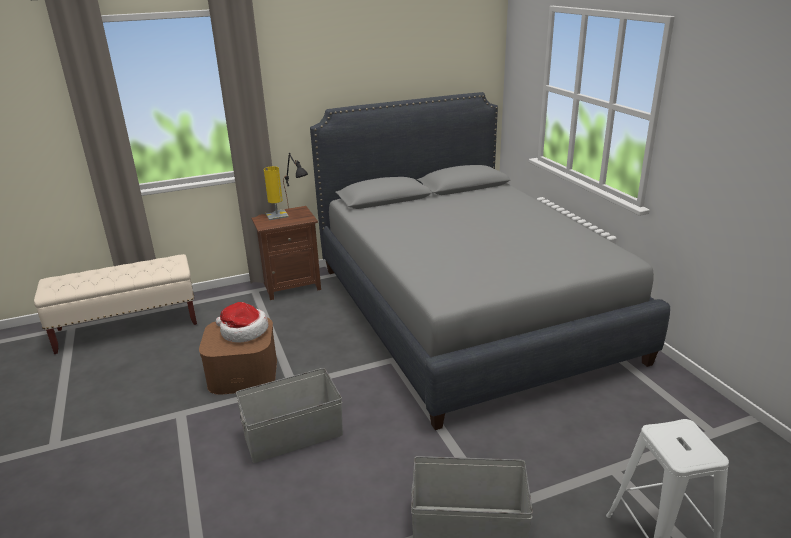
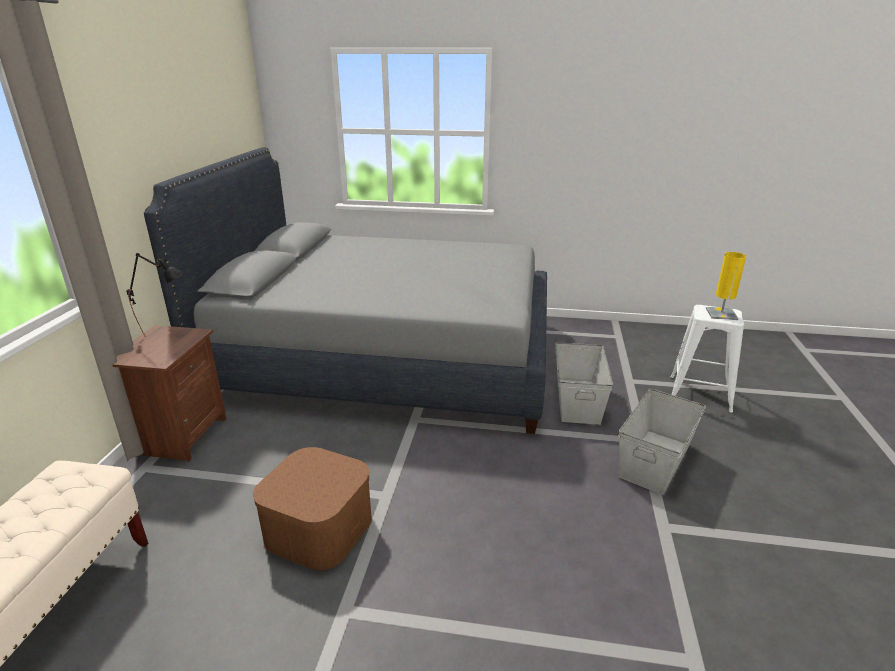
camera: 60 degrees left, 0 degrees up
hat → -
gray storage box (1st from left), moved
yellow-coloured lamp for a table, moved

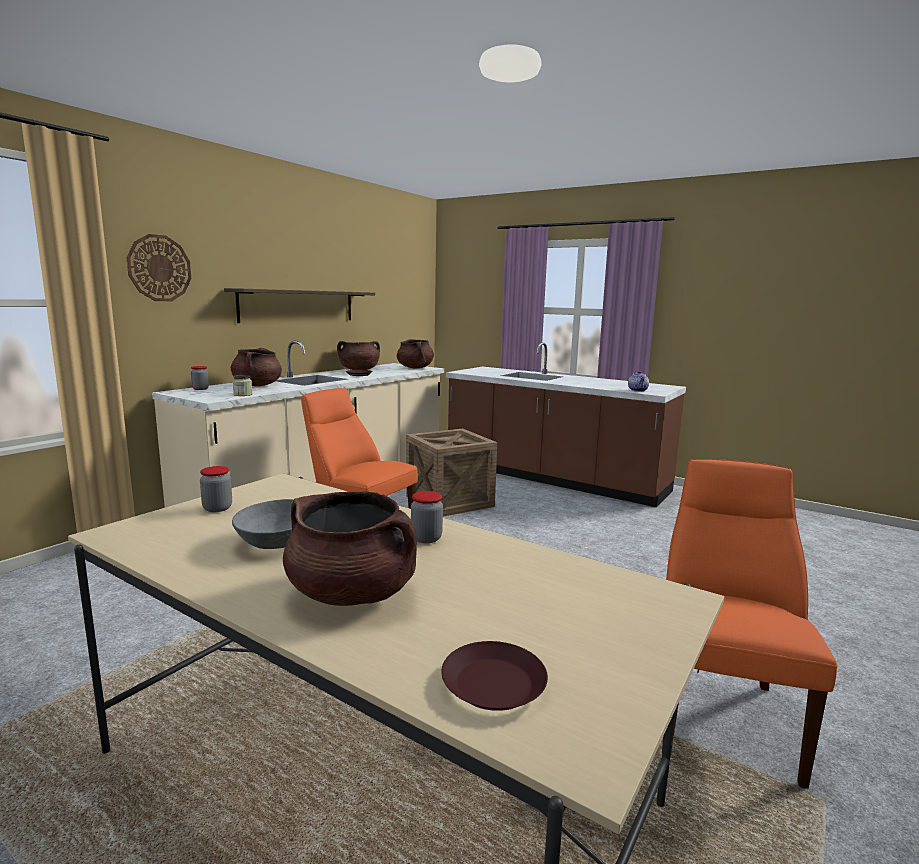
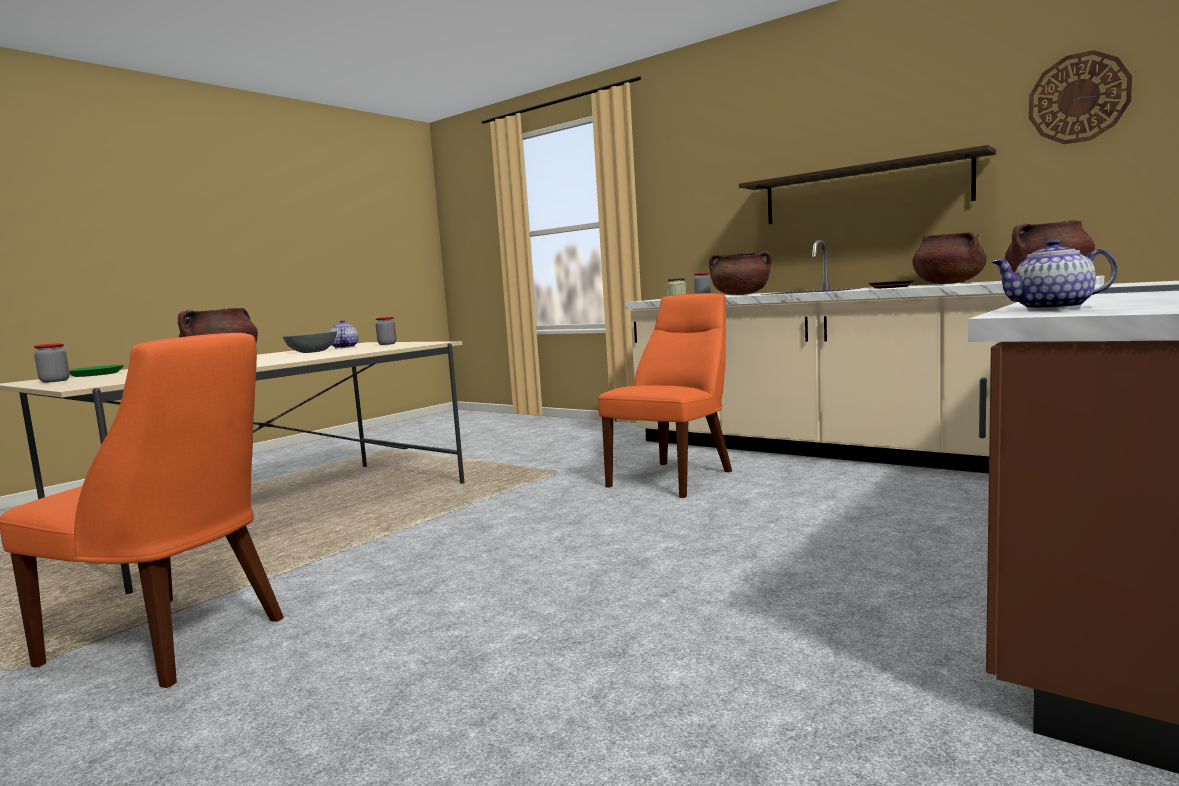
camera: 95 degrees right, 5 degrees down
crate → -
- → teapot (1st from left)
clock on the wall, moved
preserve jar (4th from left in the first image) → preserve jar (1st from left), moved
brownish flat dish (2nd from left) → greenish flat dish

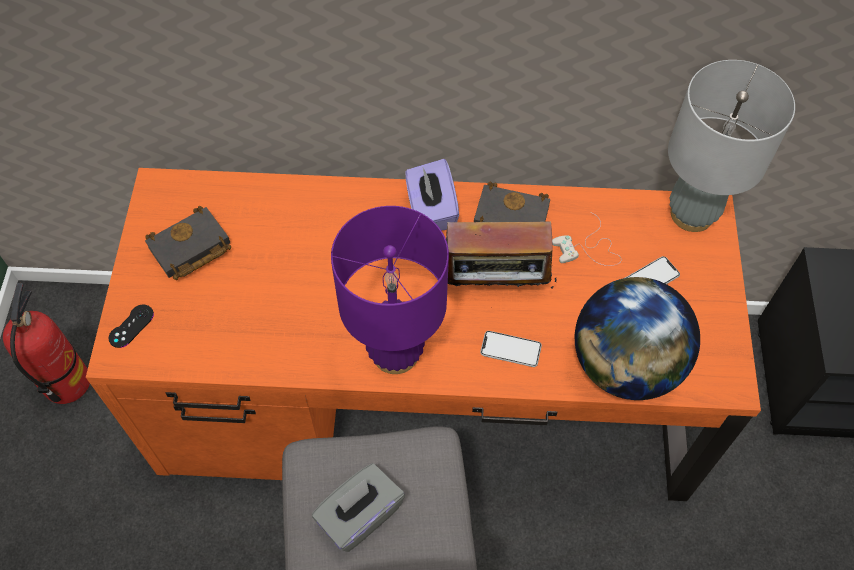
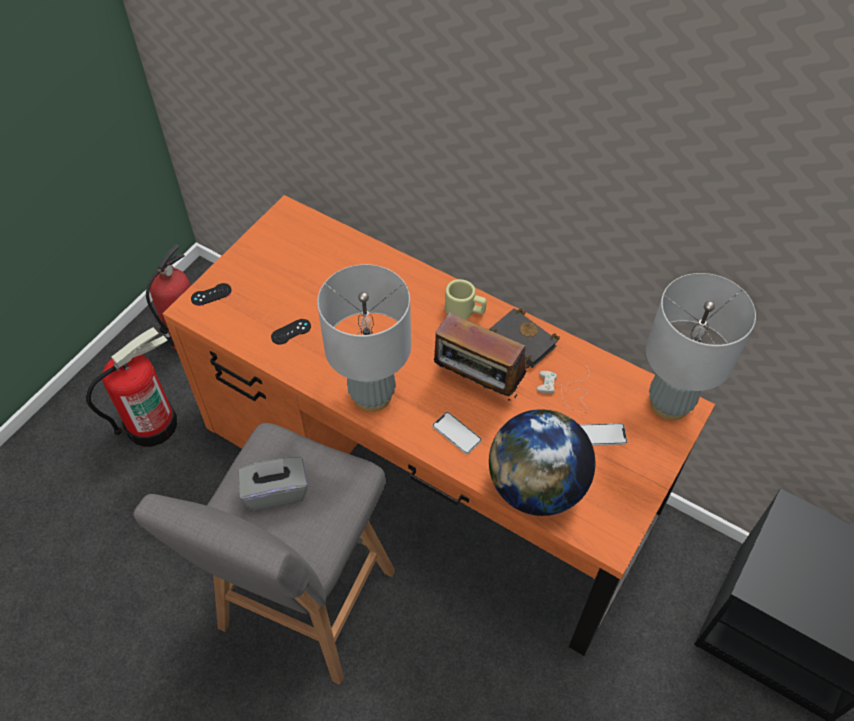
camera: 30 degrees right, 5 degrees down
black bound book (1st from left) → -
- → fire extinguisher (1st from left)
- → black joypad (2nd from left)
purple-coloured box of tissues → beige-coloured tea mug
purple-coloured lamp for a table → gray lamp for a table (1st from left)

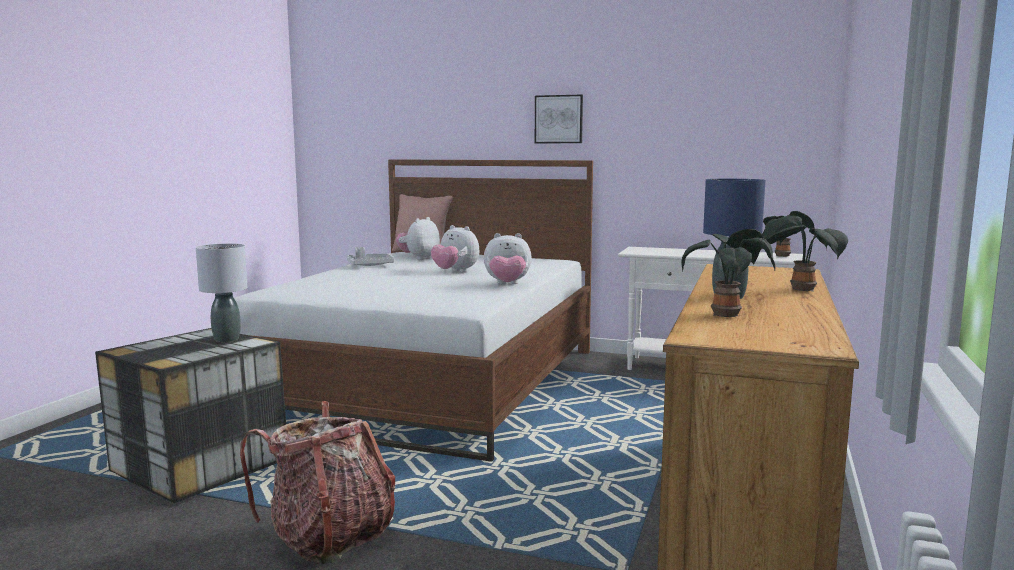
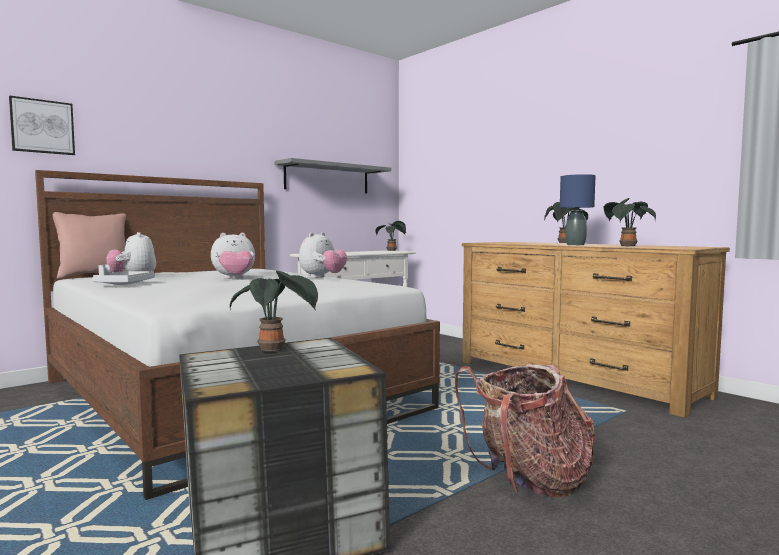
camera: 60 degrees left, 5 degrees down
- → gray shelf
wall picture, moved
gray lamp for a table → houseplant (1st from left)

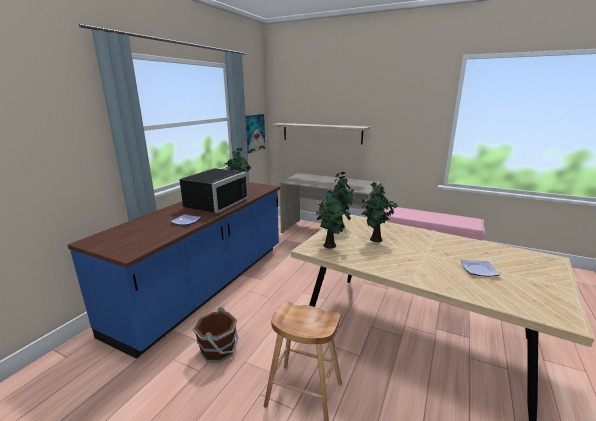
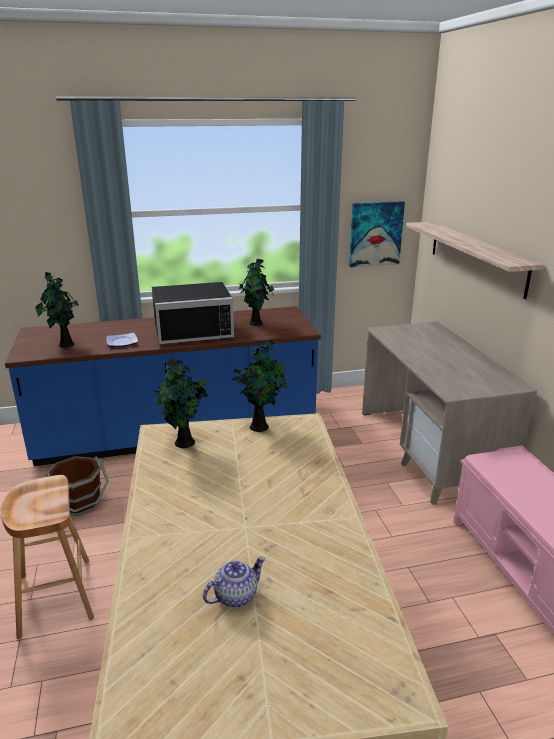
camera: 50 degrees right, 5 degrees up
houseplant (4th from left in the first image) → houseplant (1st from left), moved
flat dish (2nd from left) → teapot

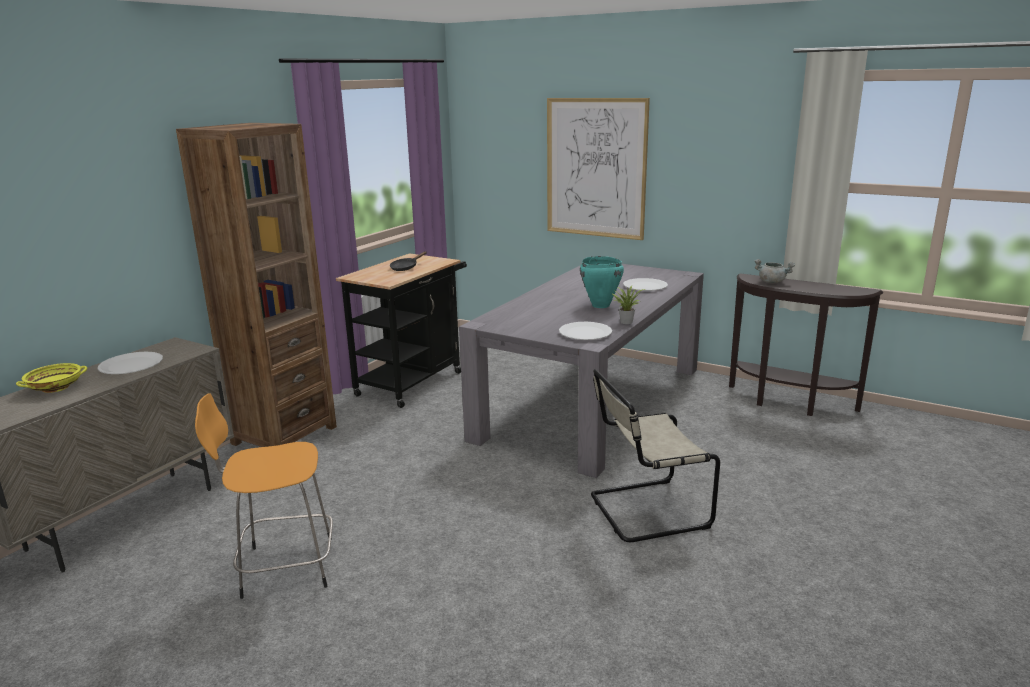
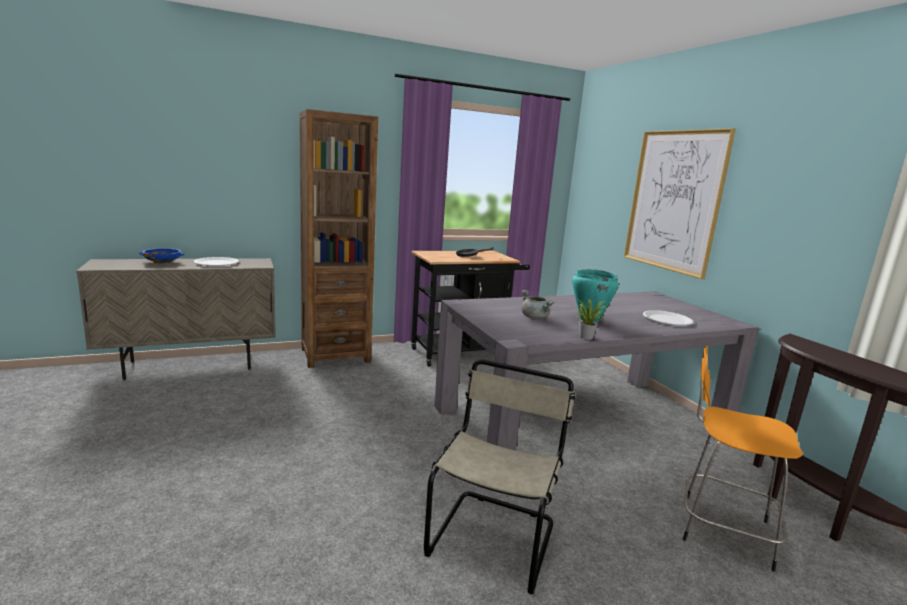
camera: 35 degrees right, 5 degrees down
white-coloured flat dish (2nd from left) → -
orange sitting stool, moved
gray stockpot, moved
yellow-coloured bowl → blue-coloured bowl
beige-coloured upright chair, 90 degrees clockwise

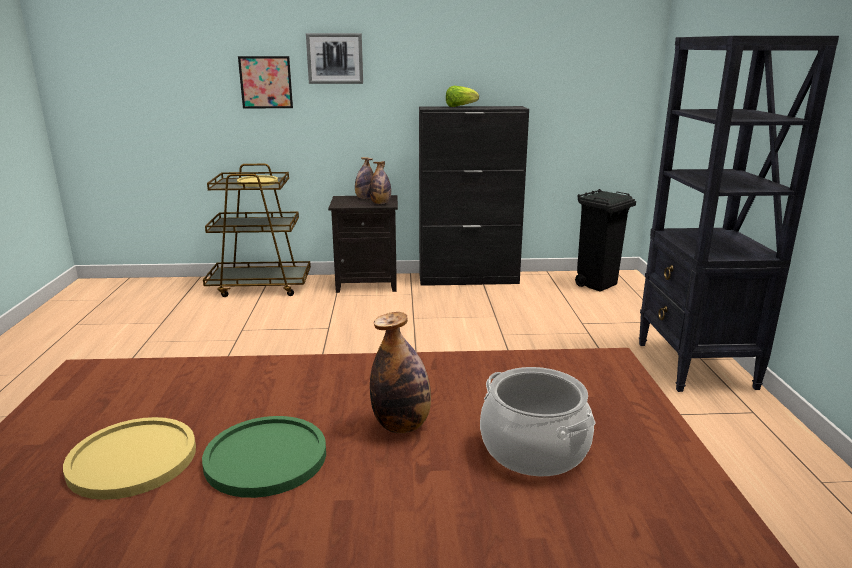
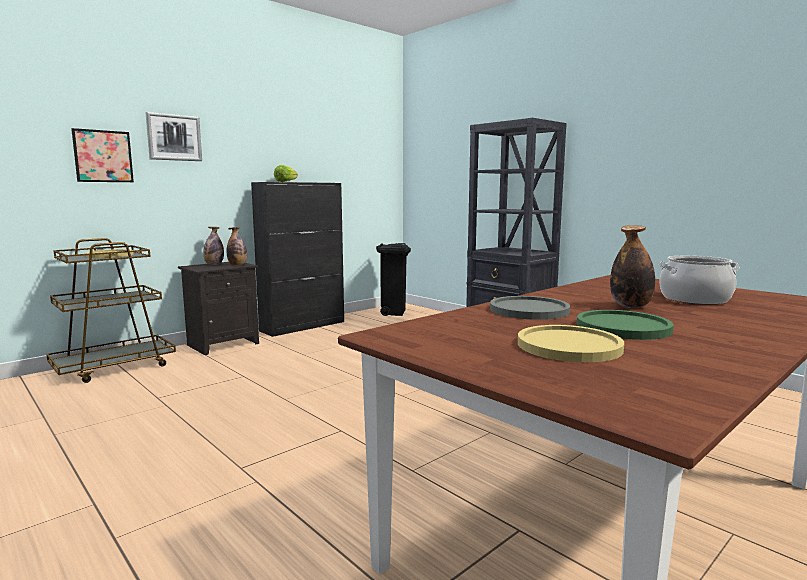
camera: 40 degrees left, 10 degrees down
- → gray flat dish

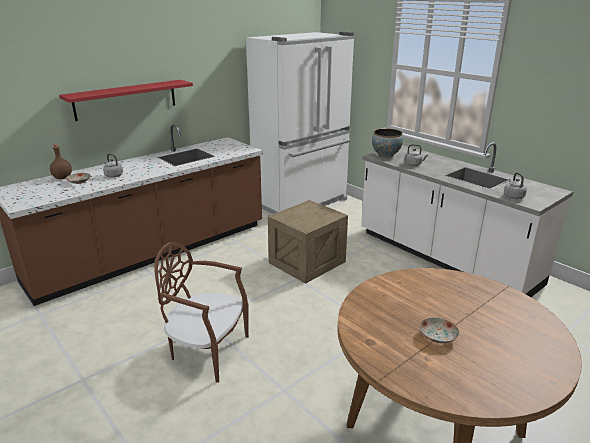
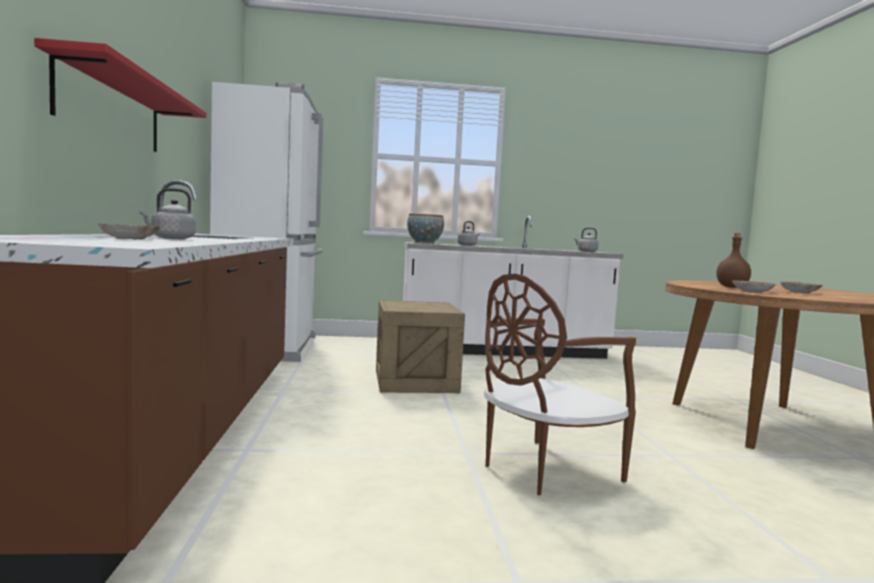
camera: 55 degrees left, 20 degrees down
- → flat dish (2nd from left)
brownish drink bottle, moved

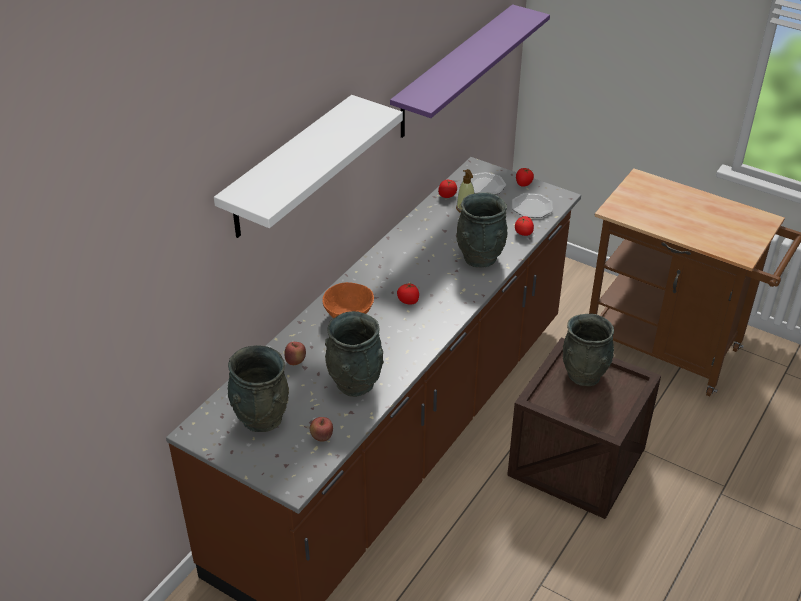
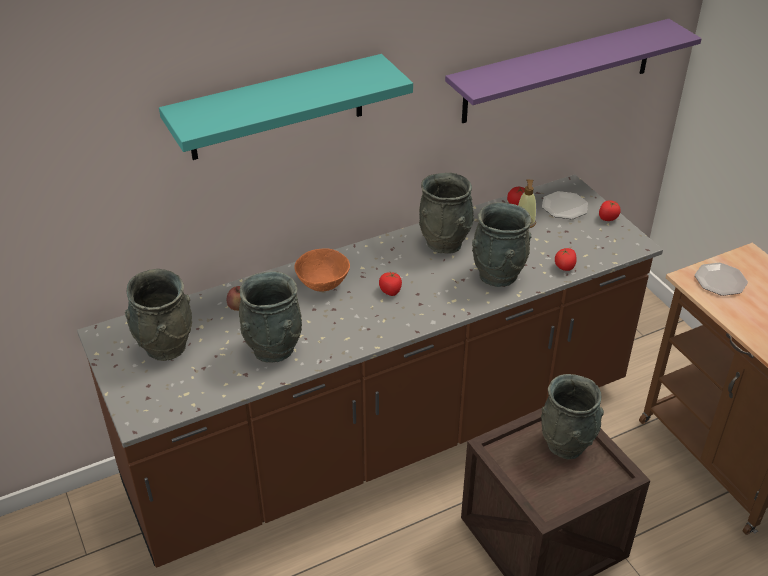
camera: 30 degrees right, 0 degrees up
whole apple (2nd from left) → -
- → gray vase (3rd from left)
flat dish (2nd from left), moved
white-coloured shelf → turquoise-coloured shelf

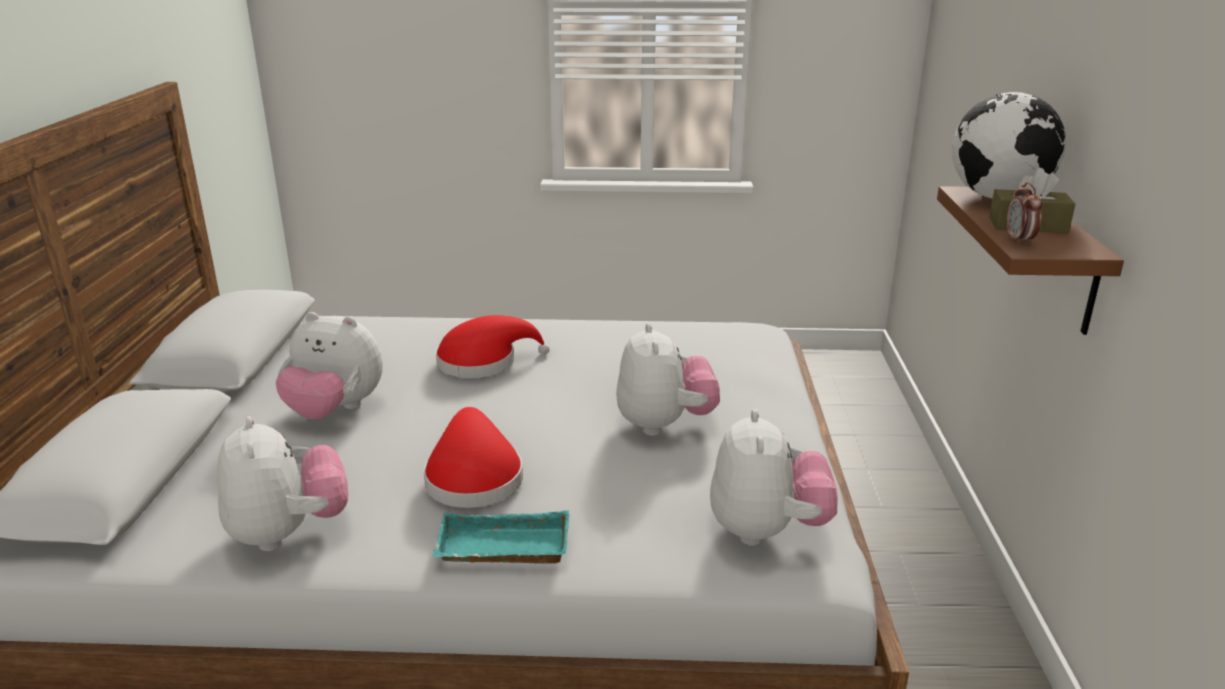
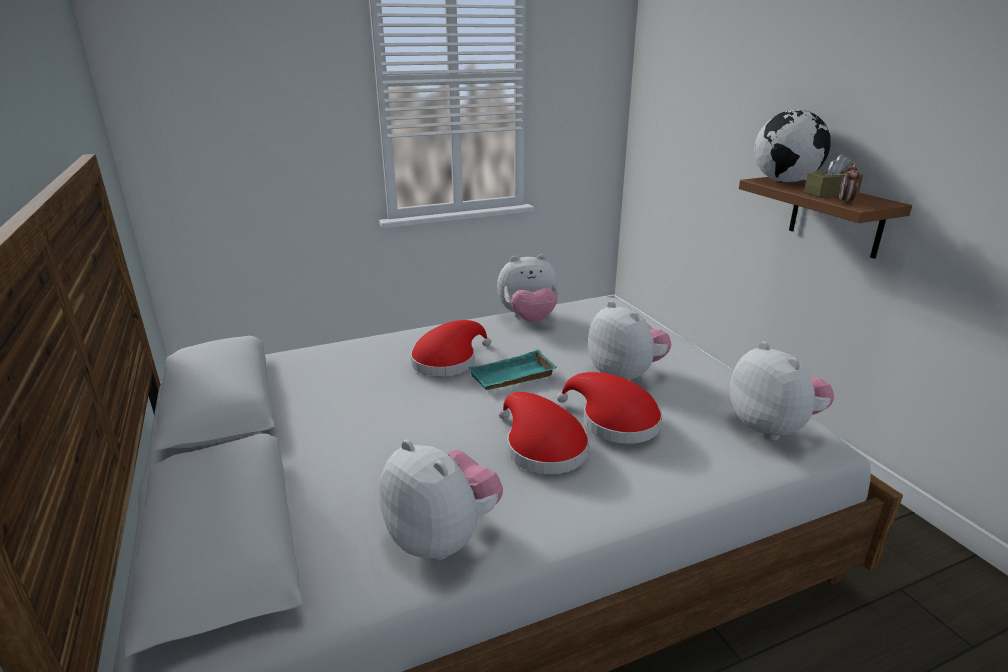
camera: 25 degrees left, 0 degrees up
- → red hat (3rd from left)
cuddly toy (2nd from left), moved
turquoise-coloured serving tray, moved
table clock, 45 degrees clockwise

